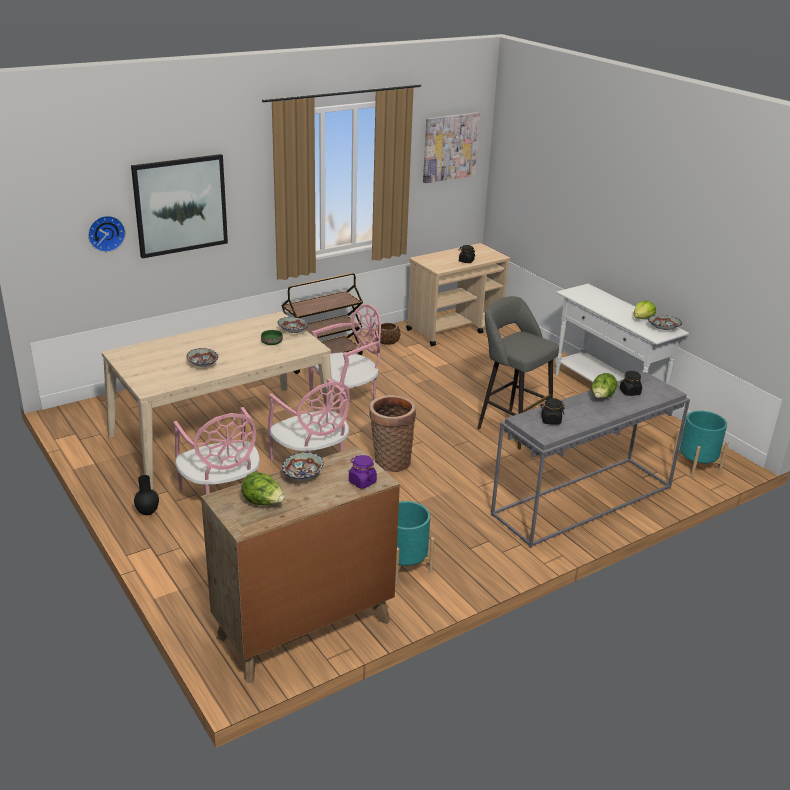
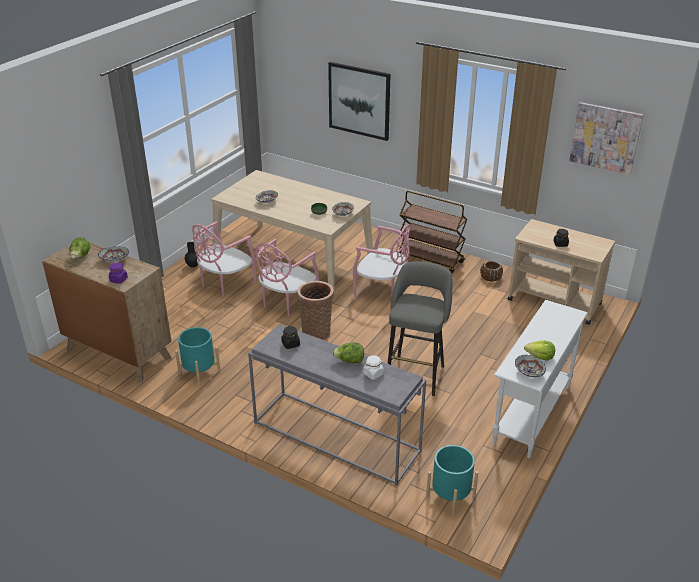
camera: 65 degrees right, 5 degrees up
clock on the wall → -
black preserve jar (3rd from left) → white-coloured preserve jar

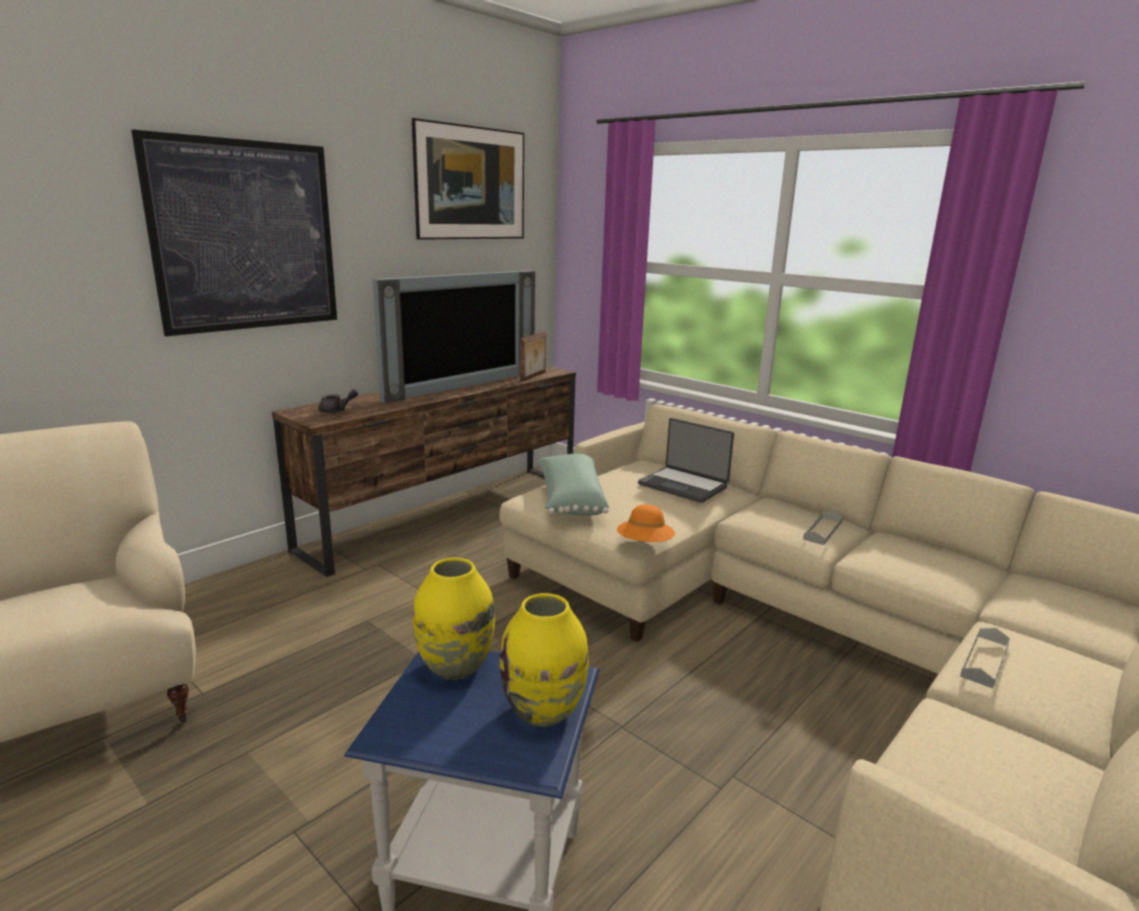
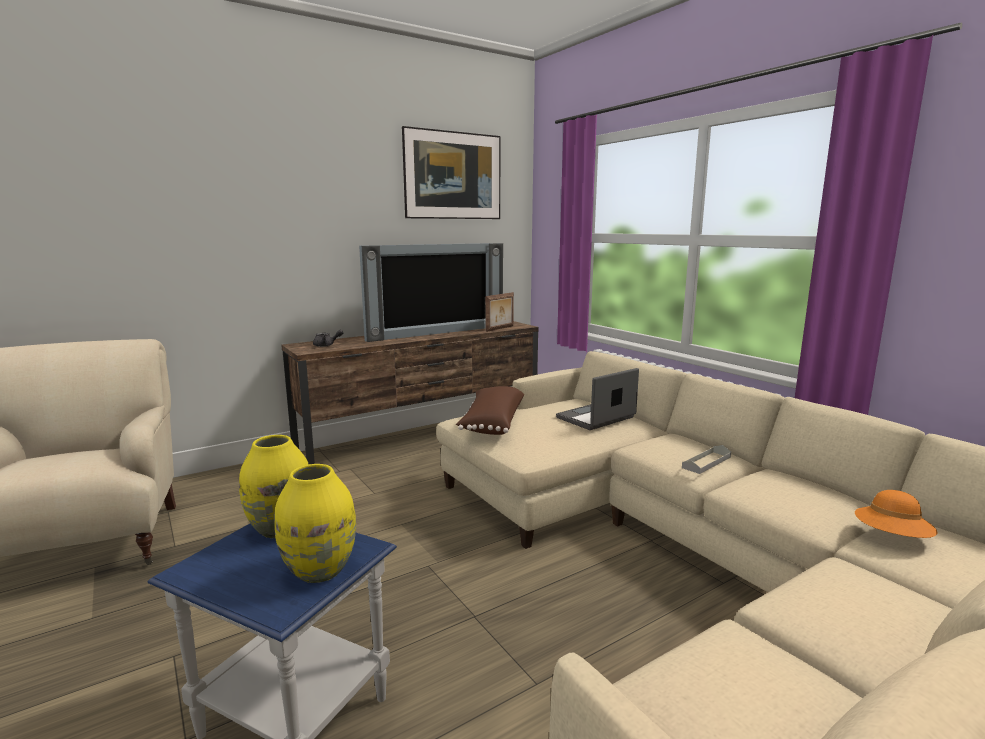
camera: 15 degrees right, 5 degrees down
wall picture (1st from left) → -
gray serving tray (2nd from left) → -
orange hat, moved
greenish cushion → brownish cushion
laptop, 90 degrees clockwise

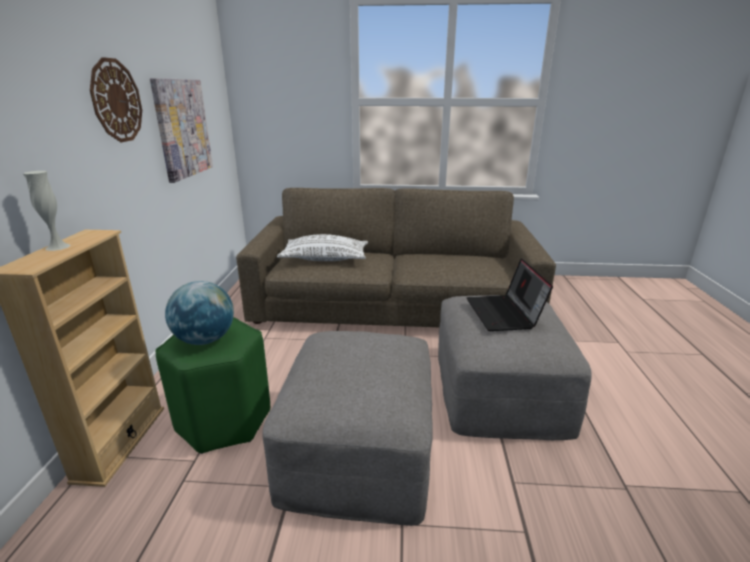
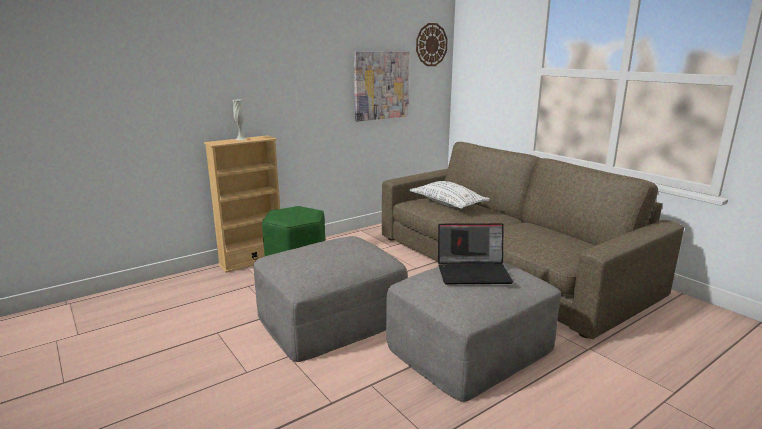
camera: 50 degrees right, 5 degrees down
world globe → -
clock on the wall, moved
laptop, 135 degrees counterclockwise

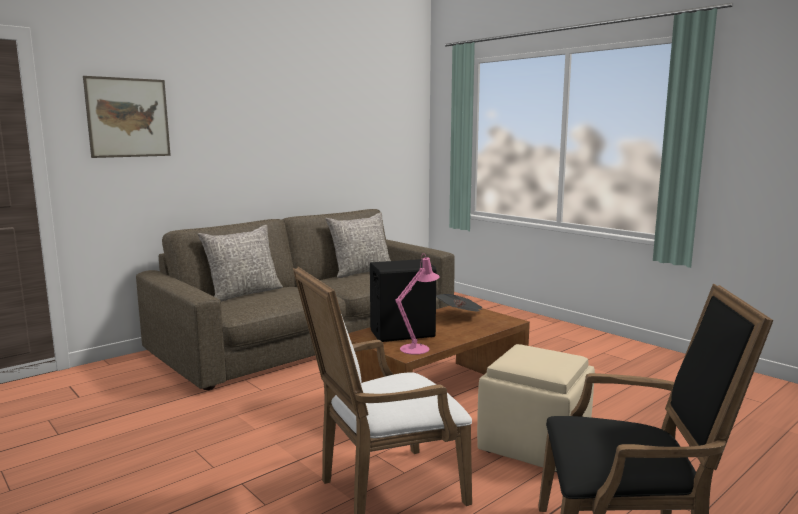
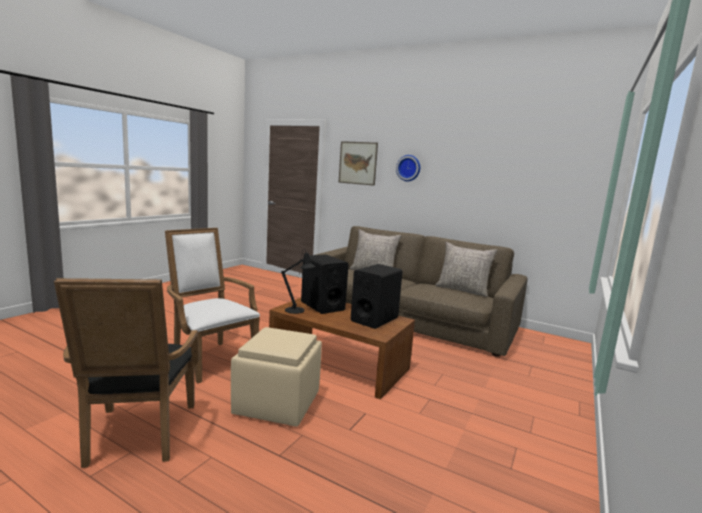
camera: 70 degrees right, 0 degrees up
- → clock on the wall
daily paper → black audio speaker (2nd from left)
pinkish lamp for a table → black lamp for a table

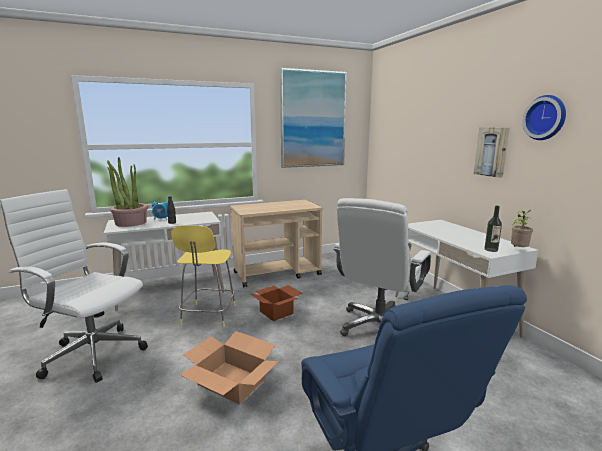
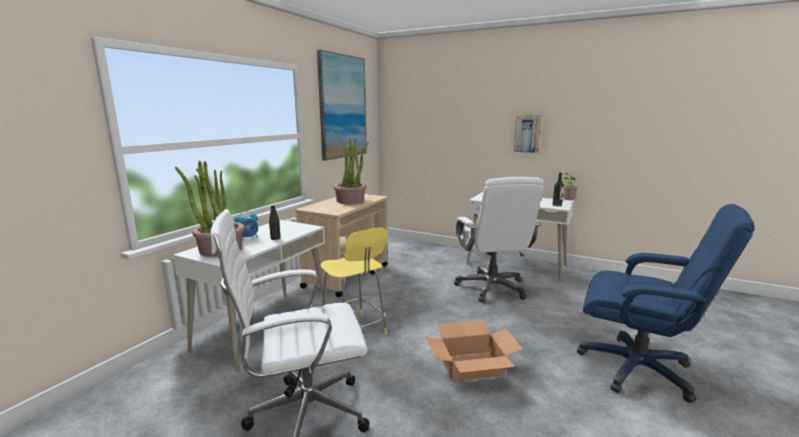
camera: 40 degrees left, 0 degrees up
carton (2nd from left) → -
clock on the wall → -
- → houseplant (2nd from left)

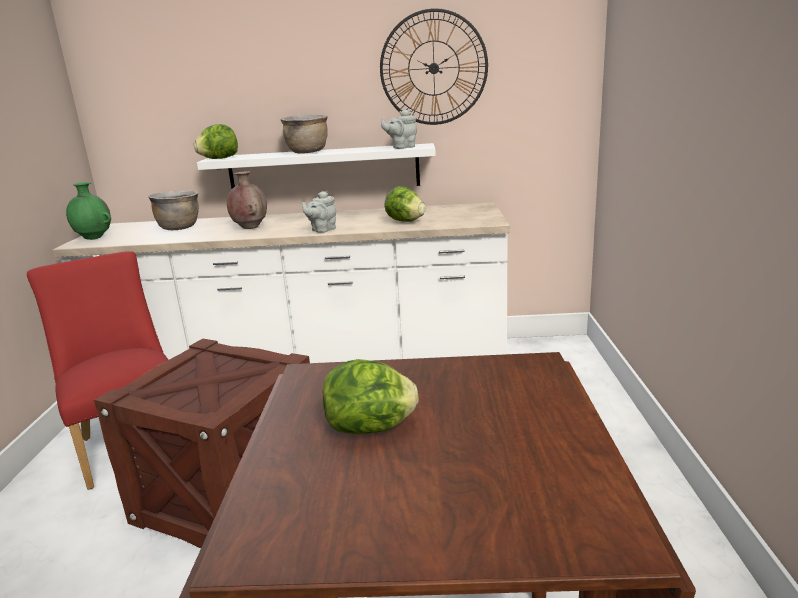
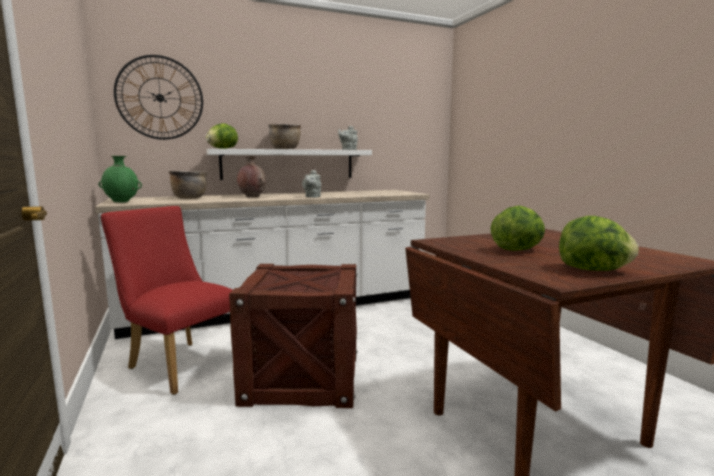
camera: 25 degrees left, 10 degrees down
clock on the wall, moved
lettuce (3rd from left), moved

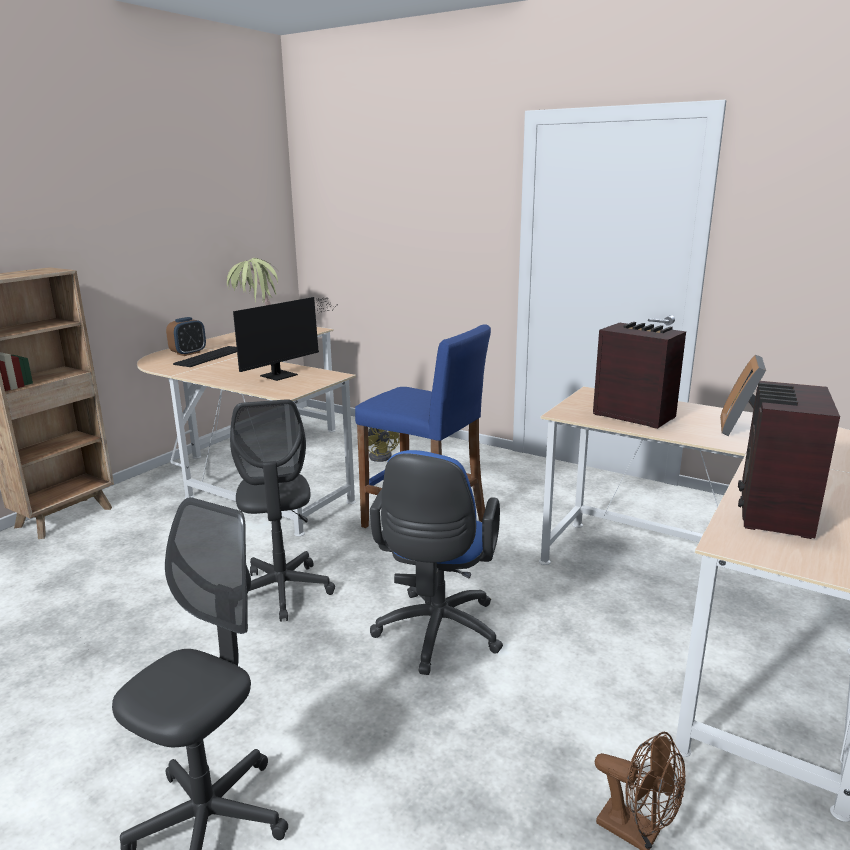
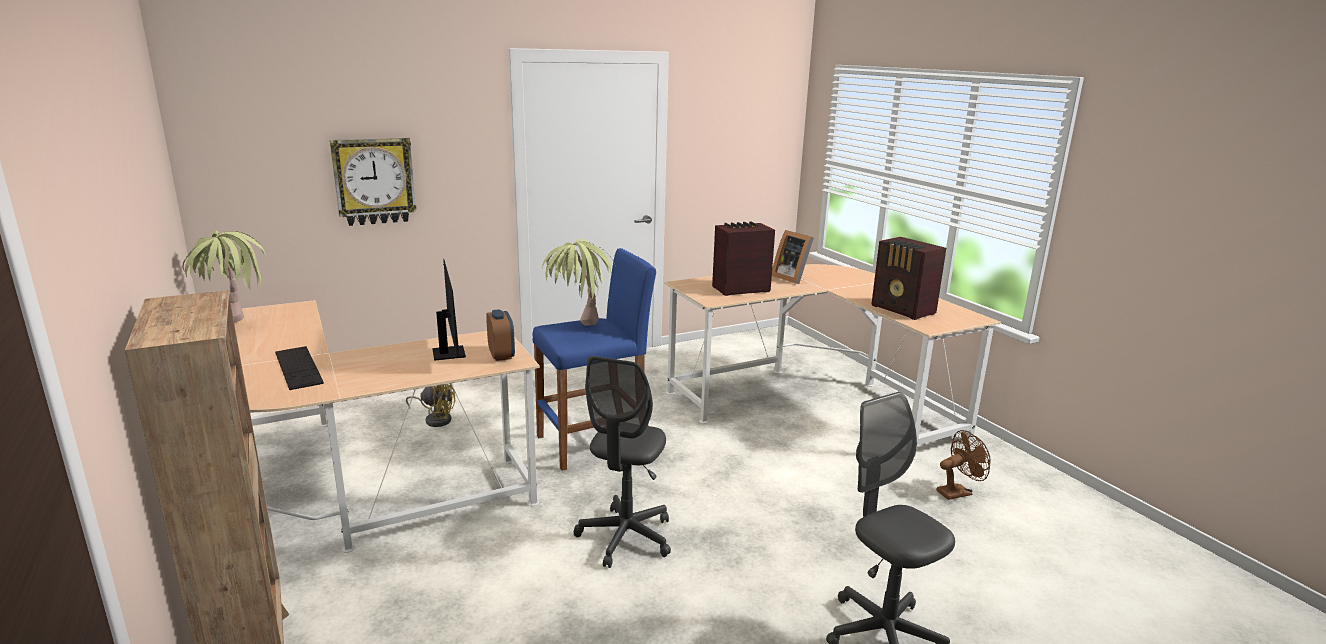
camera: 60 degrees left, 0 degrees up
blue-coloured office chair → -
- → clock on the wall
- → houseplant (2nd from left)
table clock, moved
gray office chair (2nd from left in the first image) → gray office chair (1st from left), 90 degrees clockwise

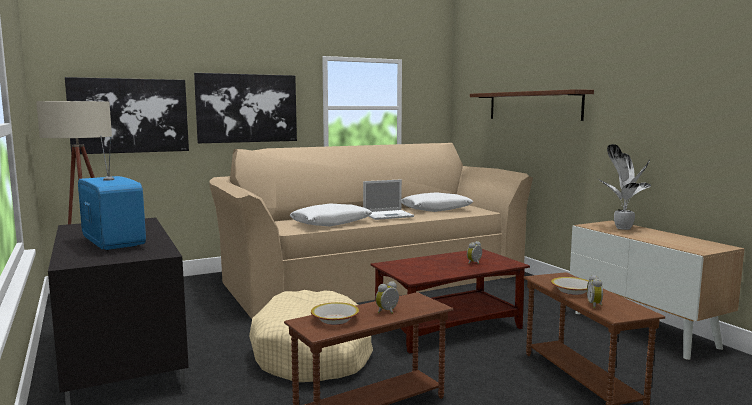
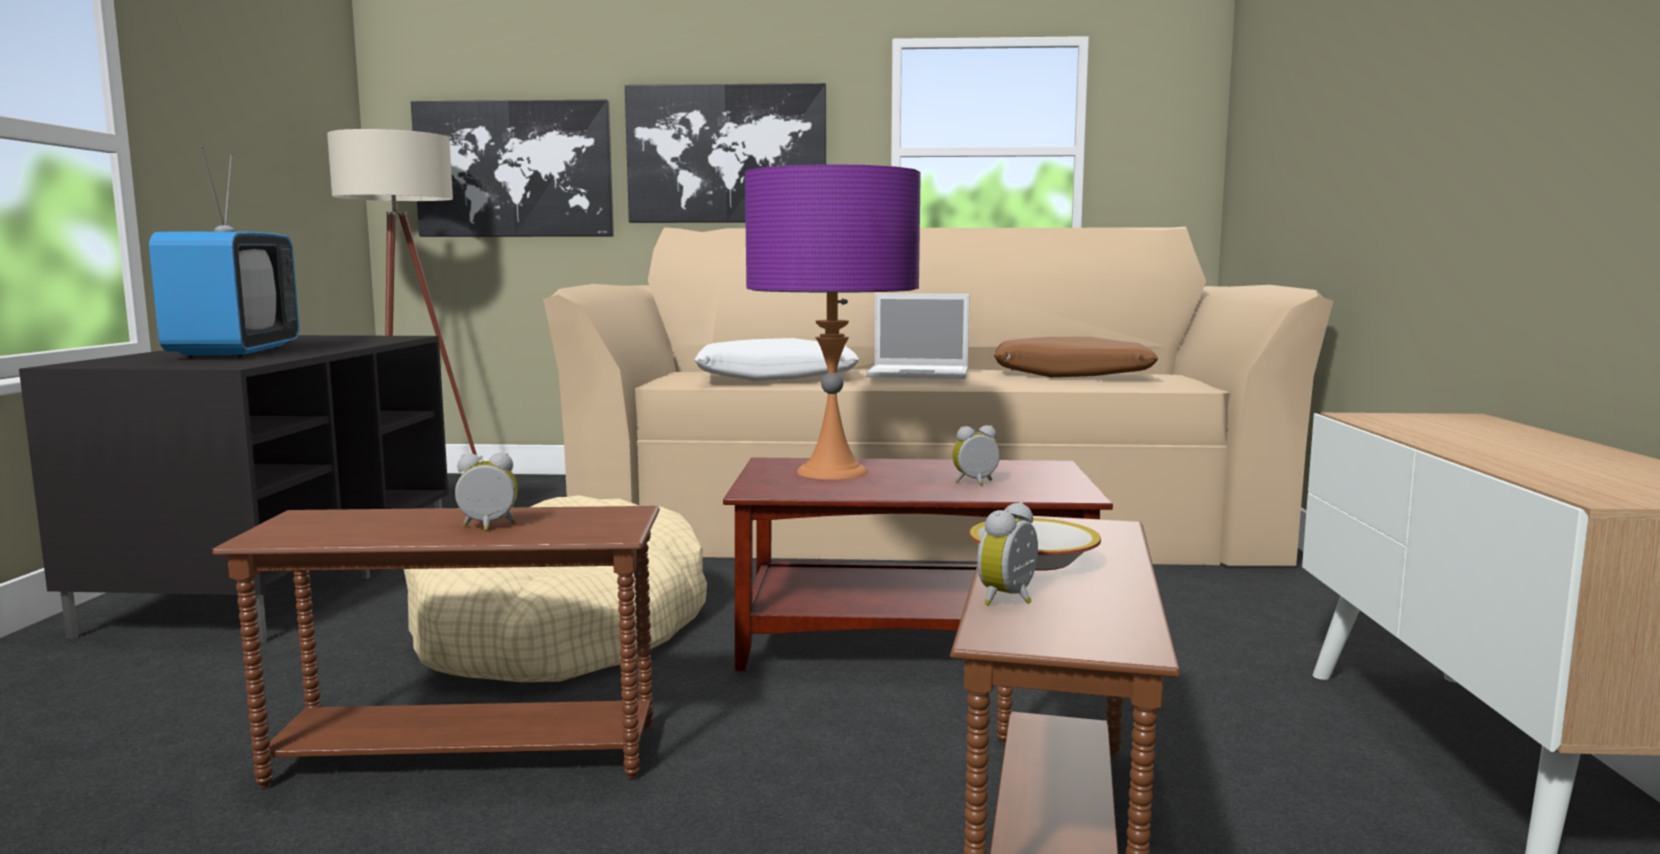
camera: 30 degrees right, 0 degrees up
bowl (1st from left) → -
brownish shelf → -
houseplant → -
- → purple-coloured lamp for a table
white-coloured cushion (2nd from left) → brownish cushion

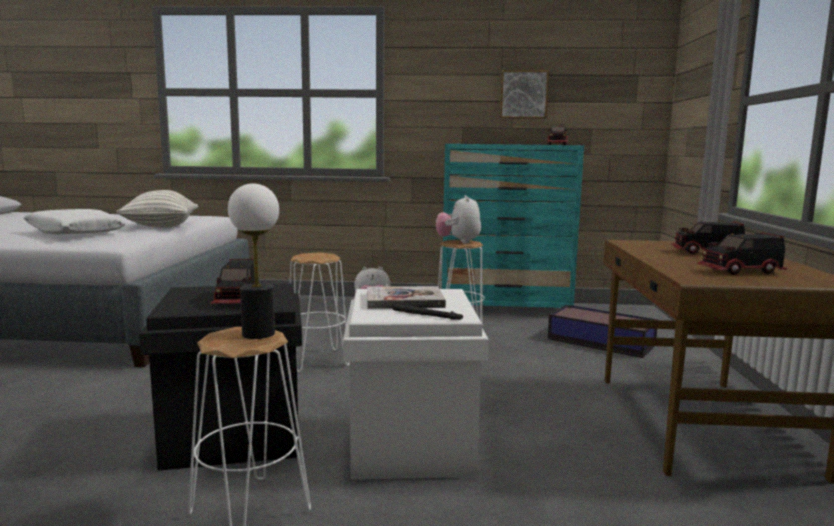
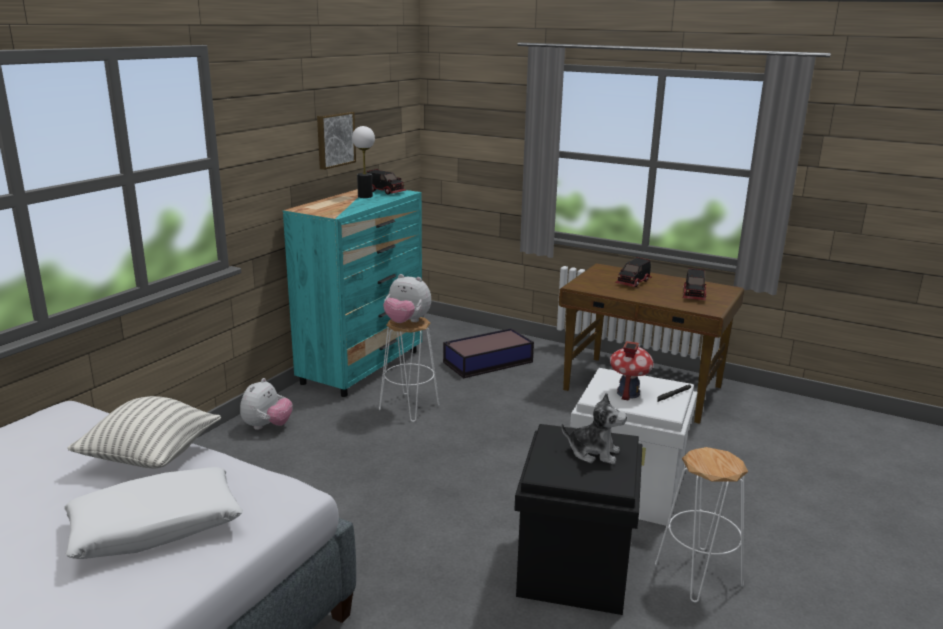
camera: 65 degrees left, 10 degrees up
white-coloured sitting stool (2nd from left) → -
lamp for a table, moved
model truck (1st from left) → cuddly toy (3rd from left)
bound book → model house

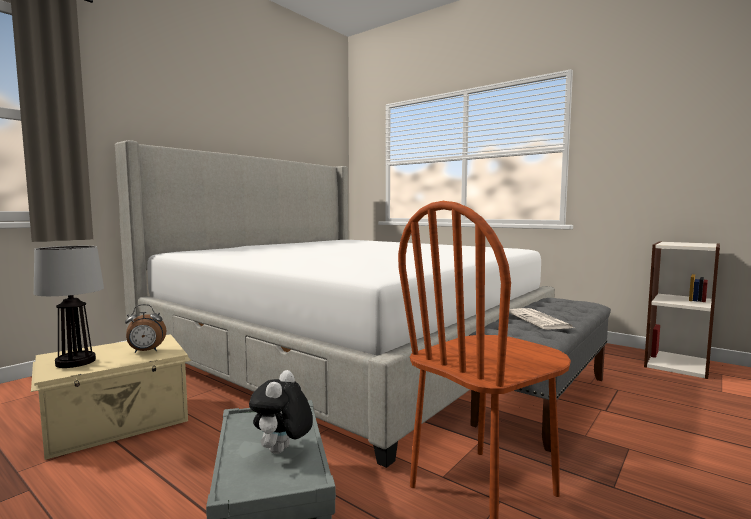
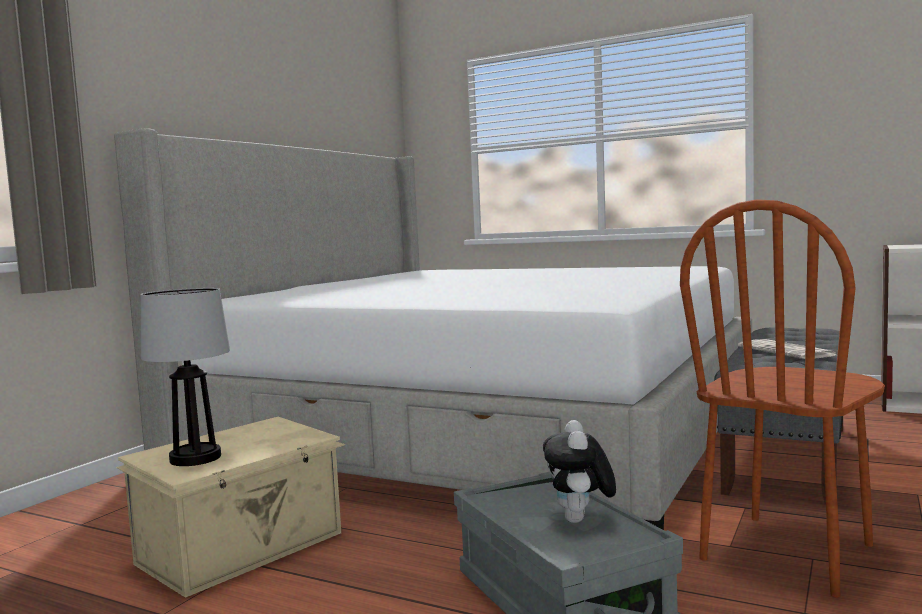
camera: 10 degrees left, 0 degrees up
table clock → -

